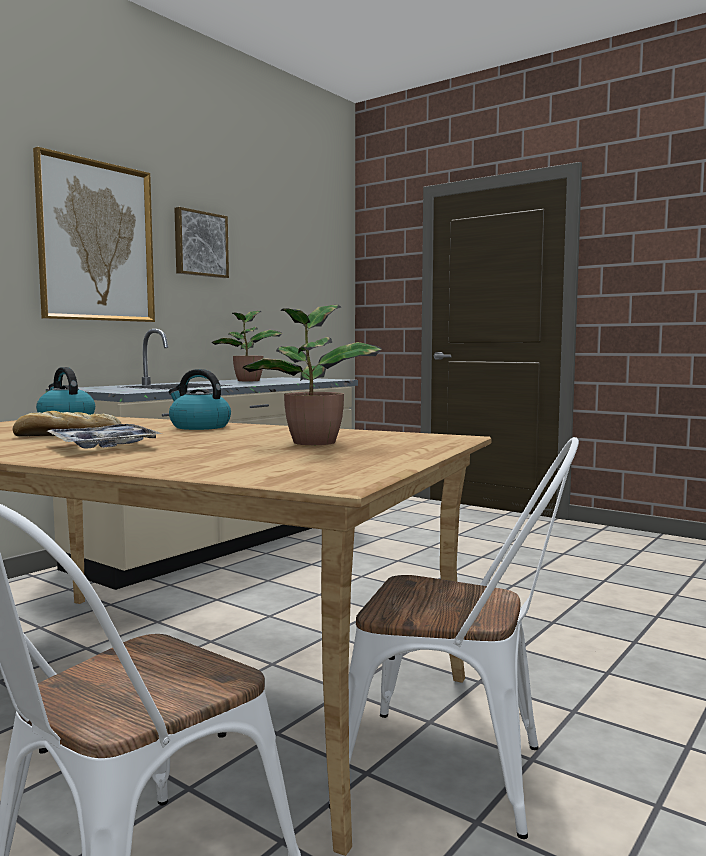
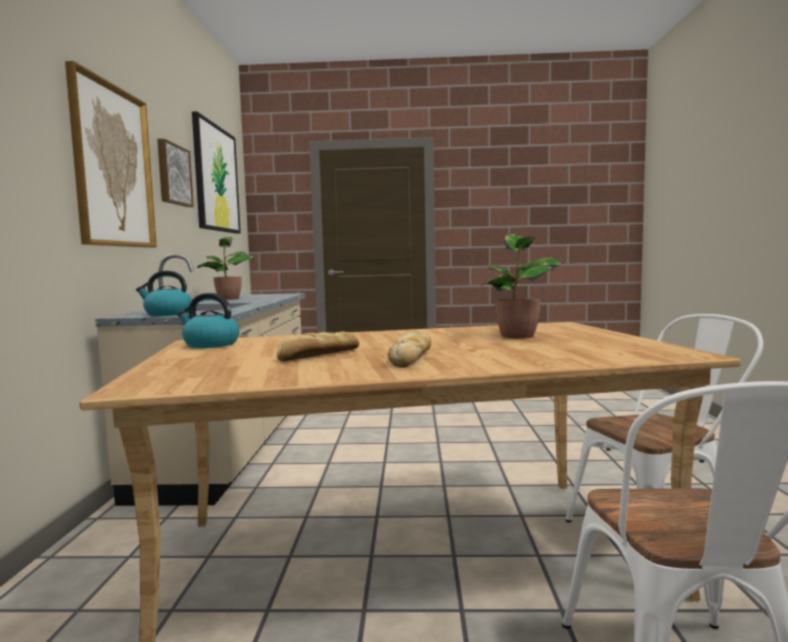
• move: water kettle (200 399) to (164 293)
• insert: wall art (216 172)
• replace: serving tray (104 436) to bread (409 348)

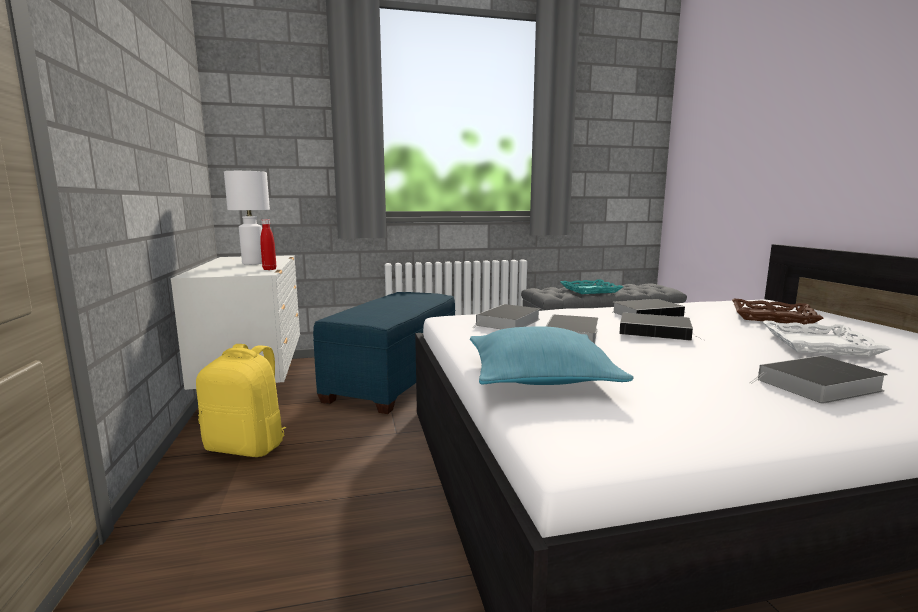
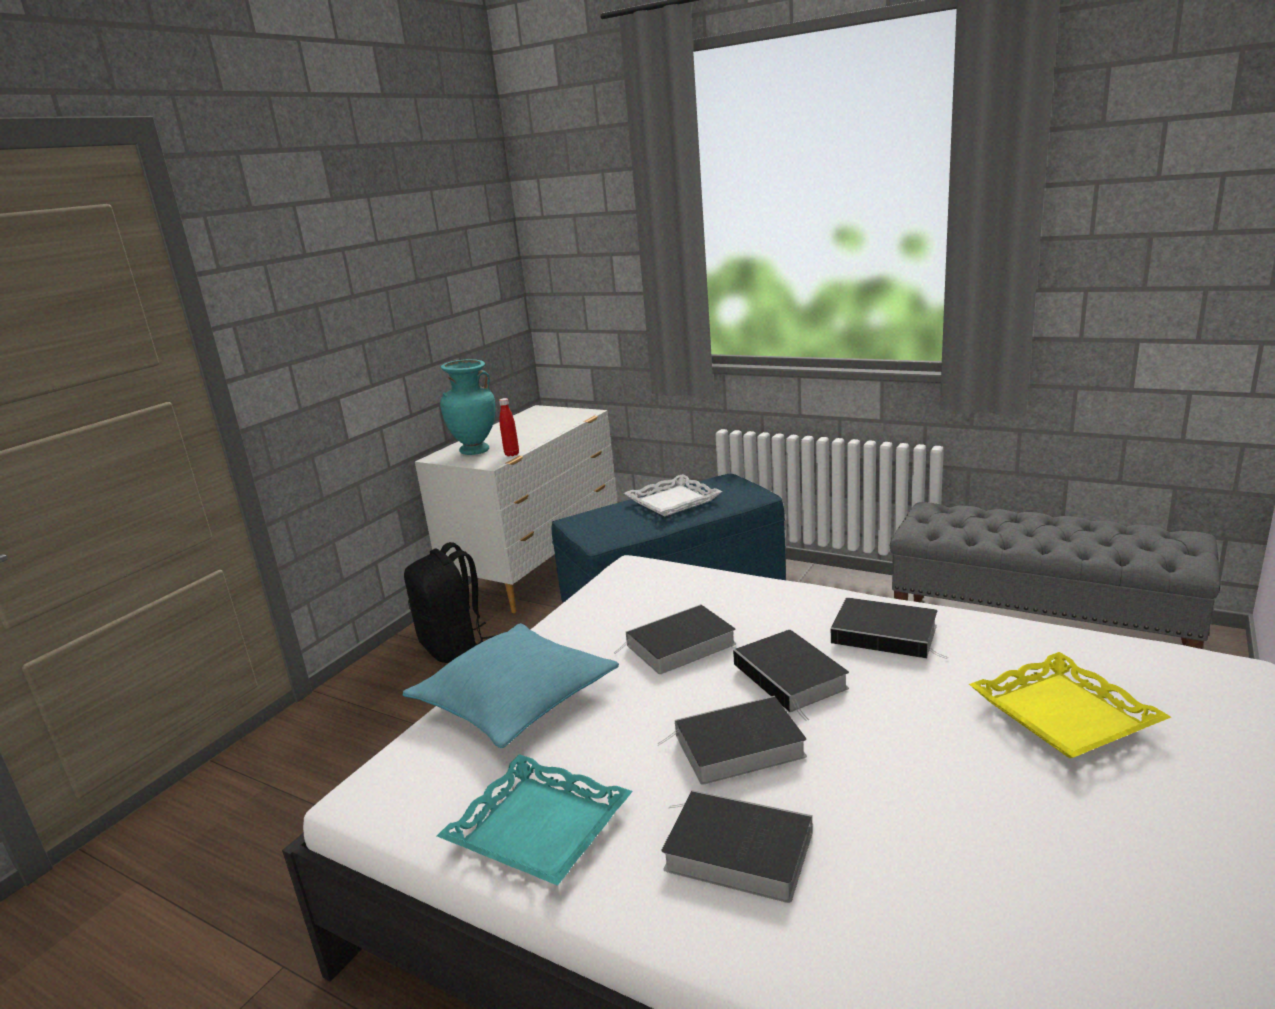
• recolor: yellow-coloured knapsack (241 400) to black-coloured knapsack (450 602)
• move: turquoise serving tray (591 286) to (535 820)
• insert: turquoise vase (467 407)
• move: white-coloured serving tray (827 339) to (673 495)
• move: bound book (507 316) to (732 740)
• recolor: brownish serving tray (778 312) to yellow-coloured serving tray (1070 705)
• delete: white-coloured lamp for a table (247 218)

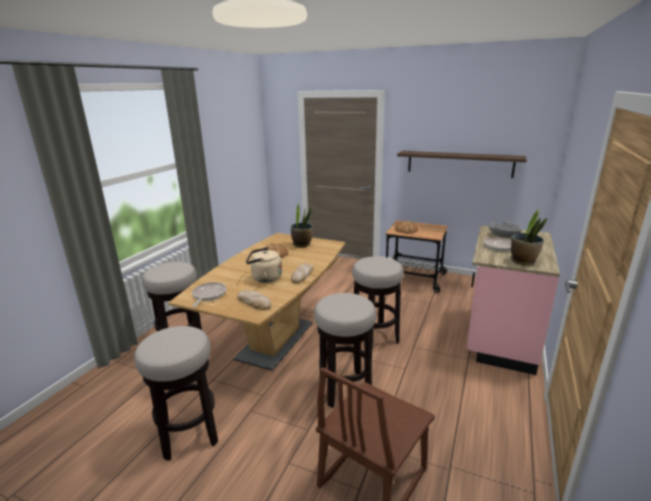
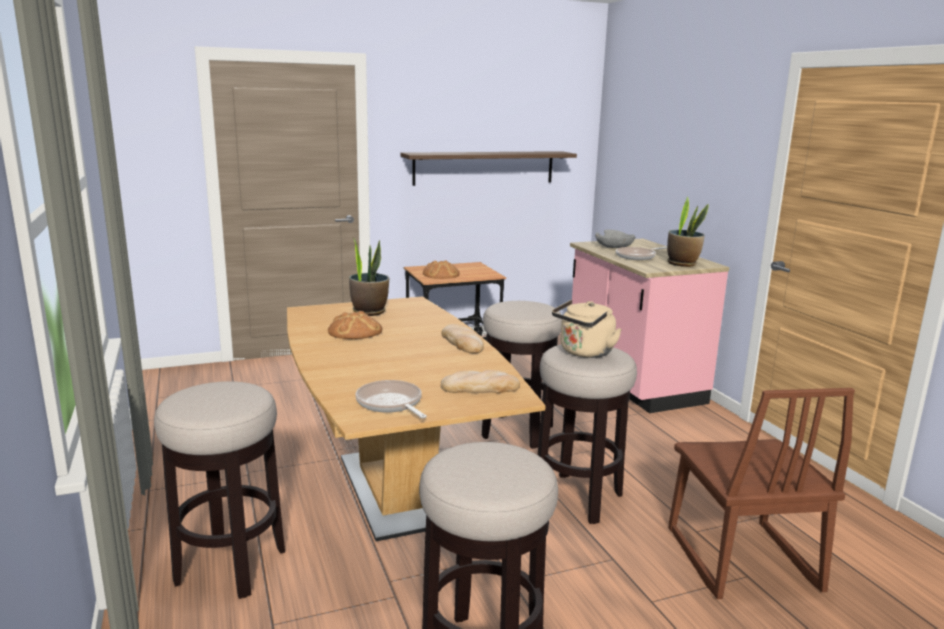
• move: beige water kettle (264 265) to (587 329)

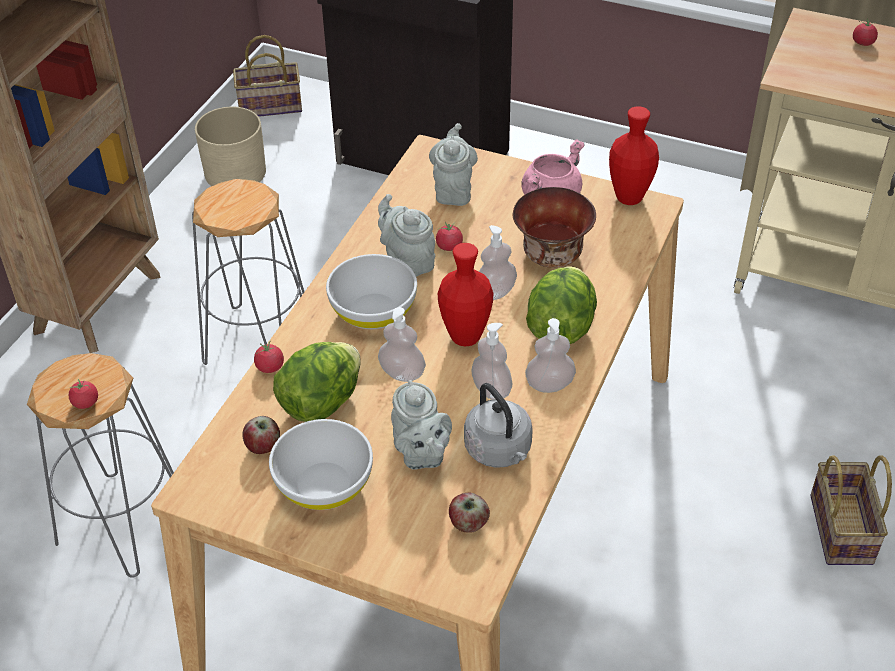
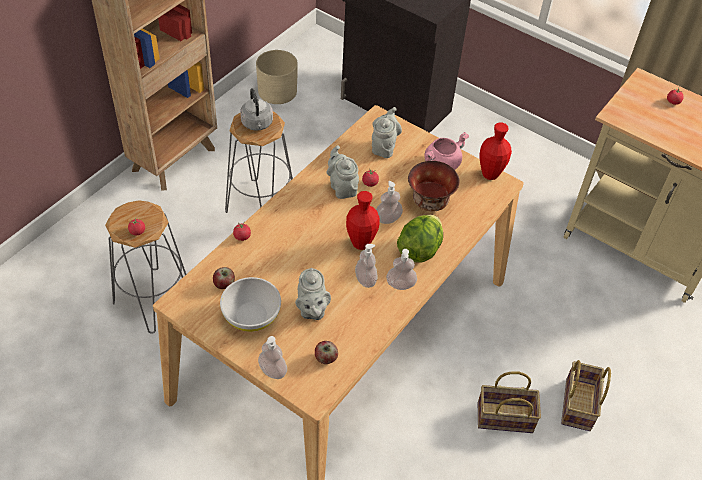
• move: grey water kettle (498 425) to (256 109)
• move: soap bottle (402 344) to (272 357)
• move: household basket (267 76) to (509 402)
• delete: lettuce head (317 382)
• delete: white-coloured serving bowl (371 291)

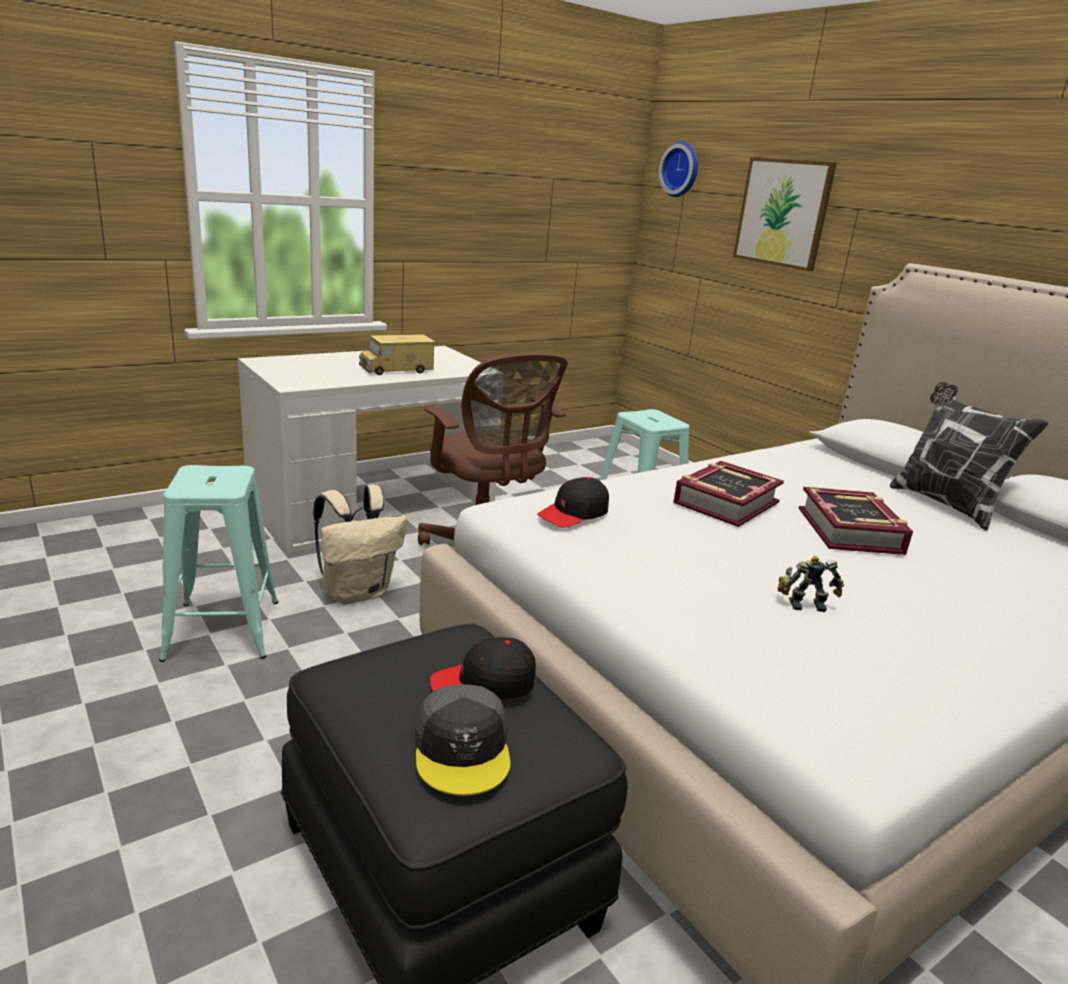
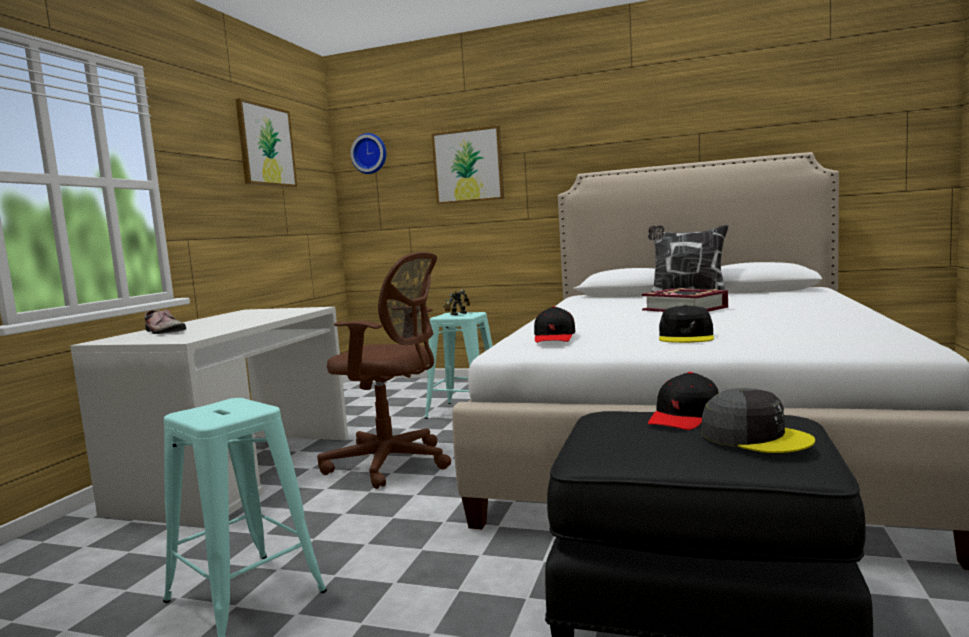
• insert: shoe (165 321)
• insert: wall art (266 142)
• move: robot figure (811 584) to (456 302)
• insert: black-coloured peaked cap (686 324)
• delete: beige knapsack (360 544)
• delete: toy truck (397 354)
• delete: bound book (728 494)

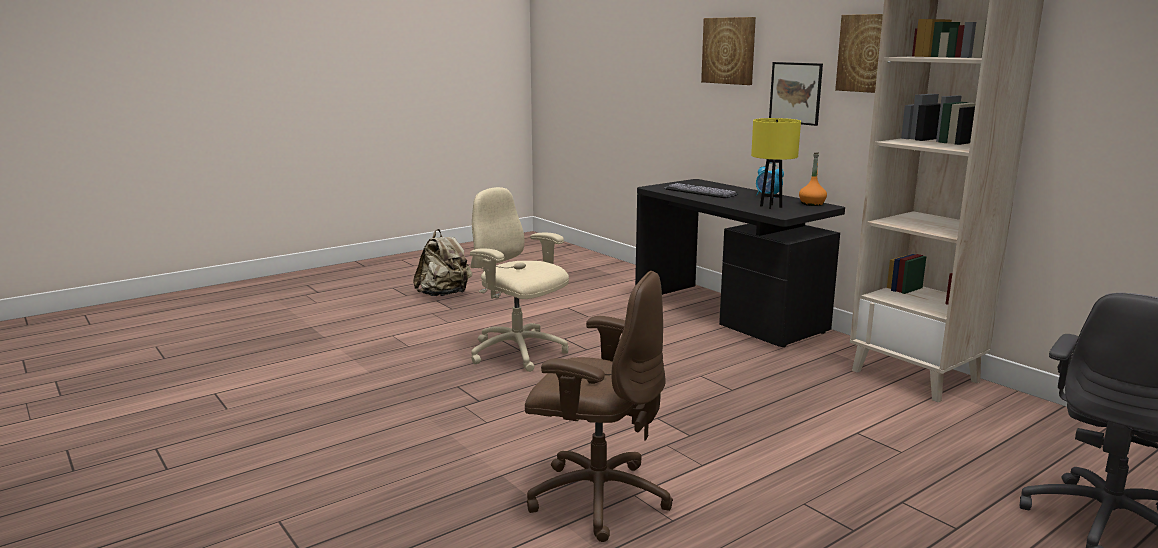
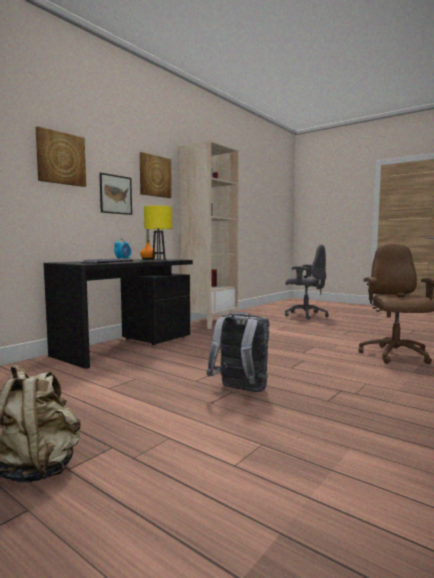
• replace: beige desk chair (519 279) to grey knapsack (237 352)

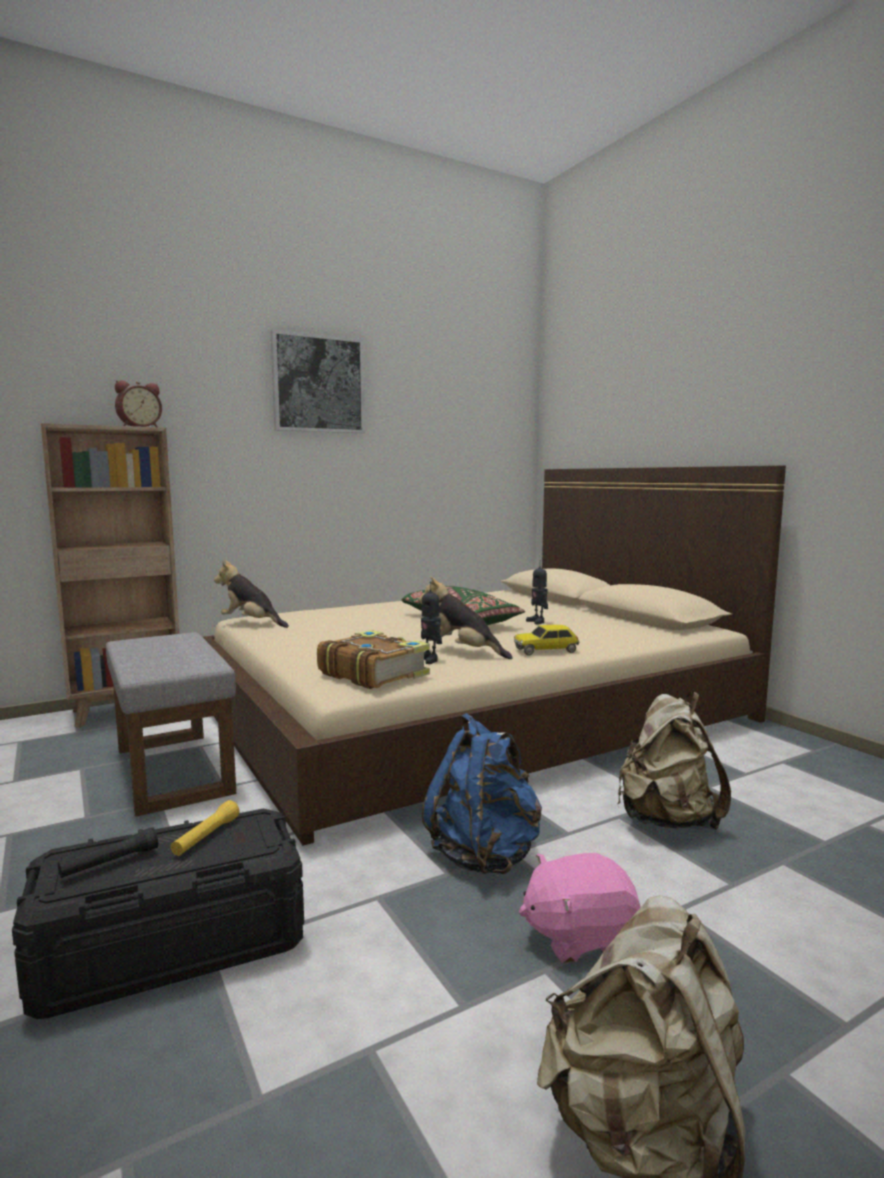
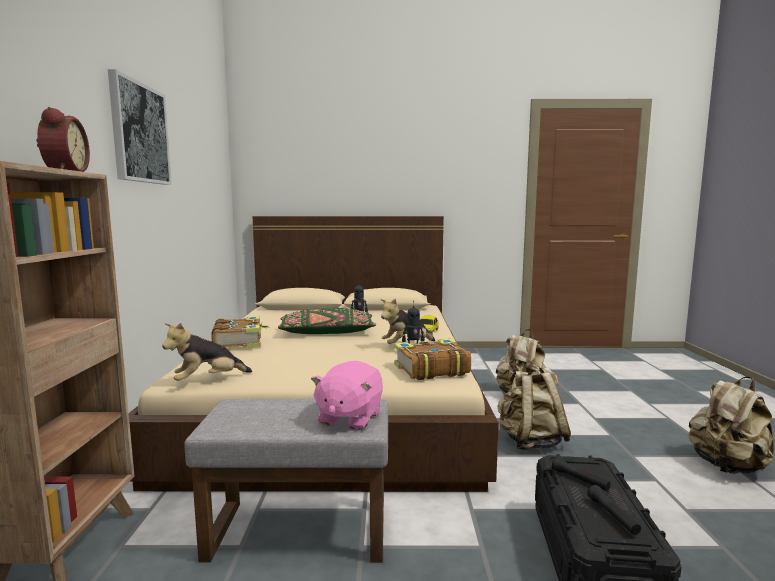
• insert: bound book (240 332)
• move: pink plush toy (579 908) to (347 395)
• recolor: blue-coloured knapsack (482 793) to beige knapsack (534 407)
• recolor: yellow-coloured torch (205 828) to black-coloured torch (581 474)

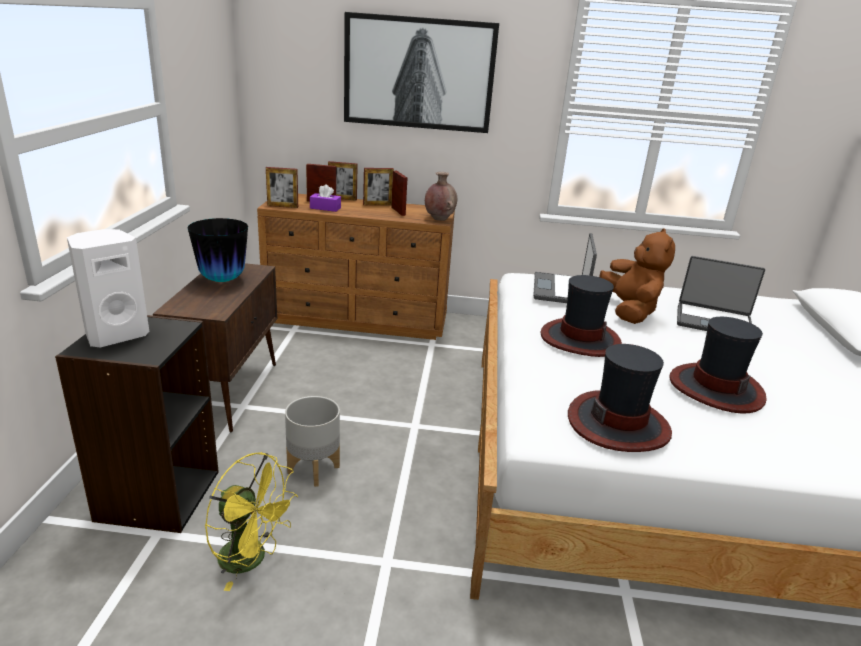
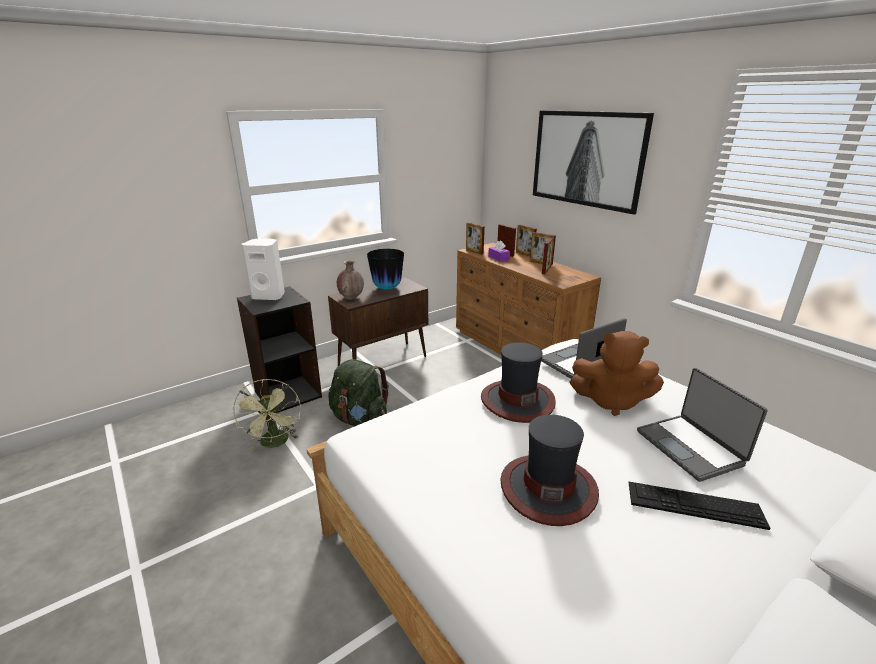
• recolor: yellow-coloured fan (251 521) to green fan (266 414)
• replace: grey planter (312 441) to green knapsack (358 392)
• move: brownish vase (441 196) to (350 280)
• rotate: brownish plush toy (637 276) = (616 373) 60 degrees clockwise
• insert: computer keyboard (699 506)
• delete: wearable hat (620 398)

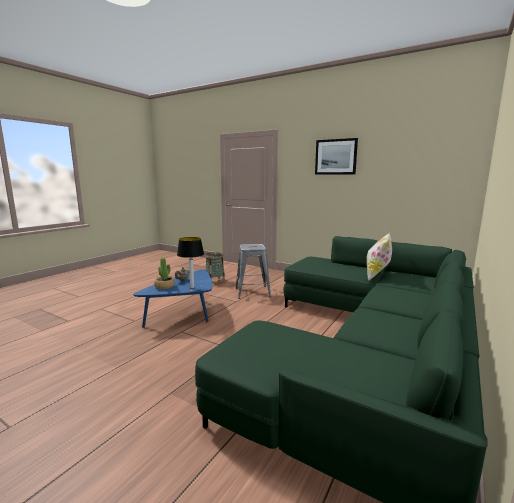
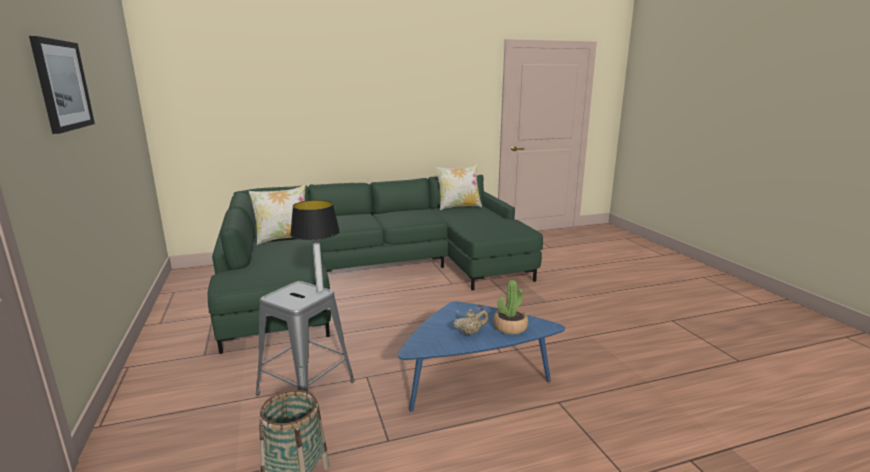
• move: lamp for a table (190 262) to (315 246)
• insert: throw pillow (459 187)

